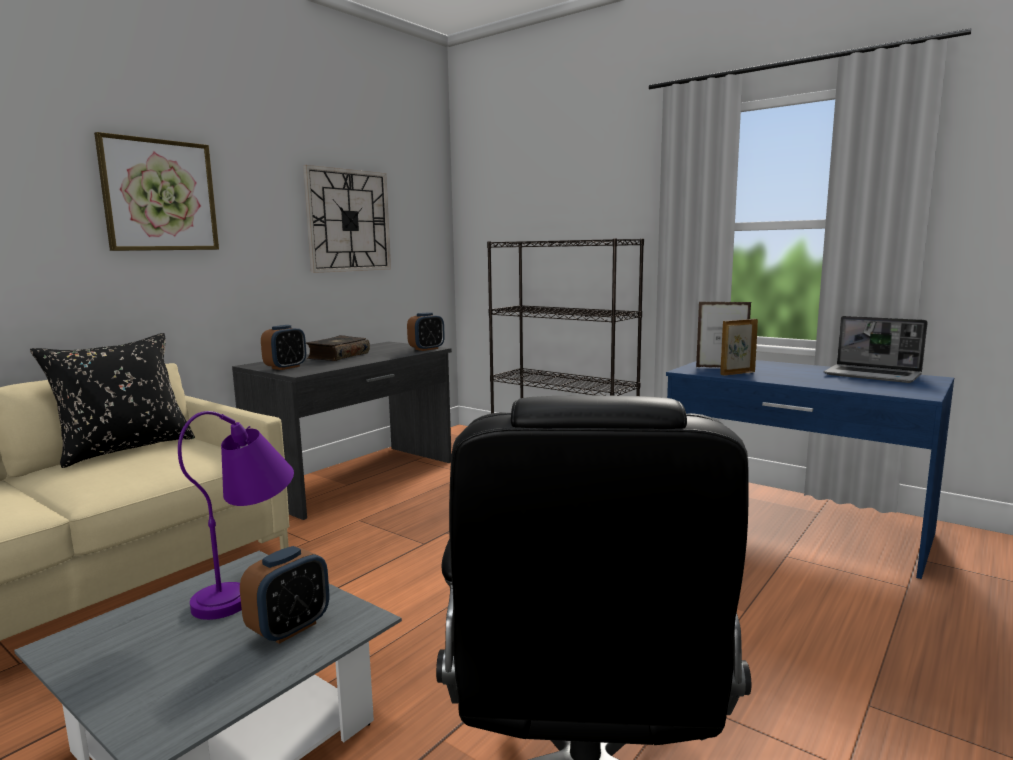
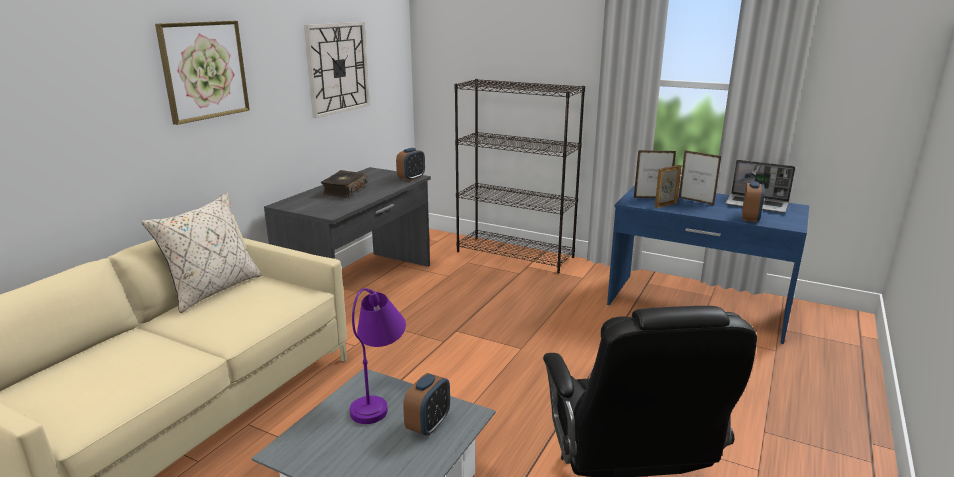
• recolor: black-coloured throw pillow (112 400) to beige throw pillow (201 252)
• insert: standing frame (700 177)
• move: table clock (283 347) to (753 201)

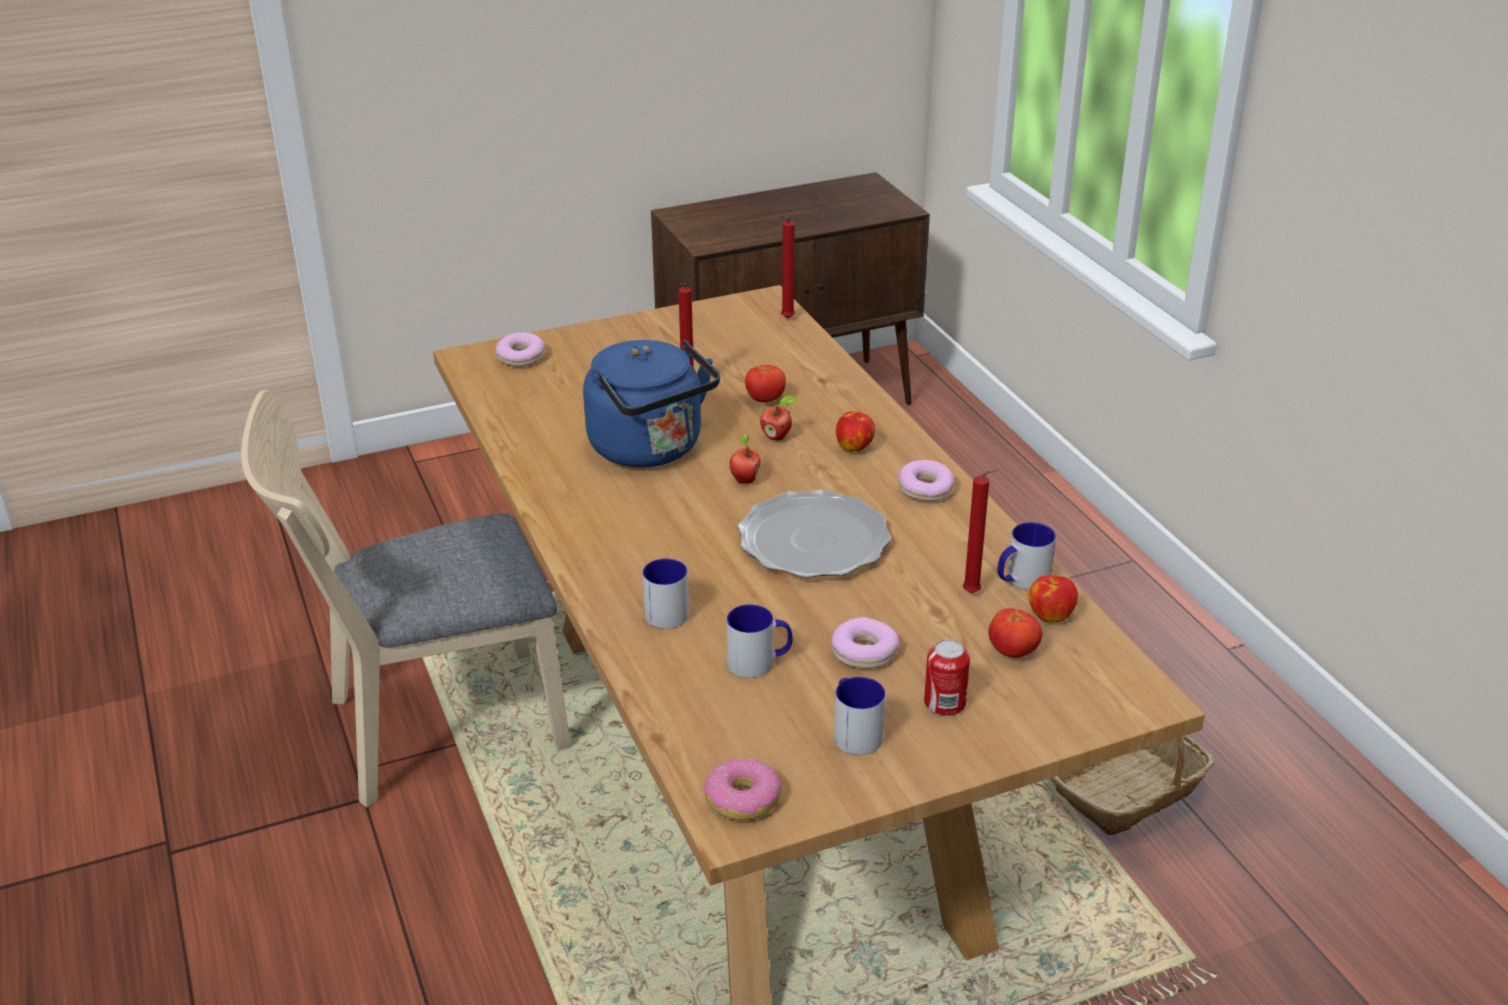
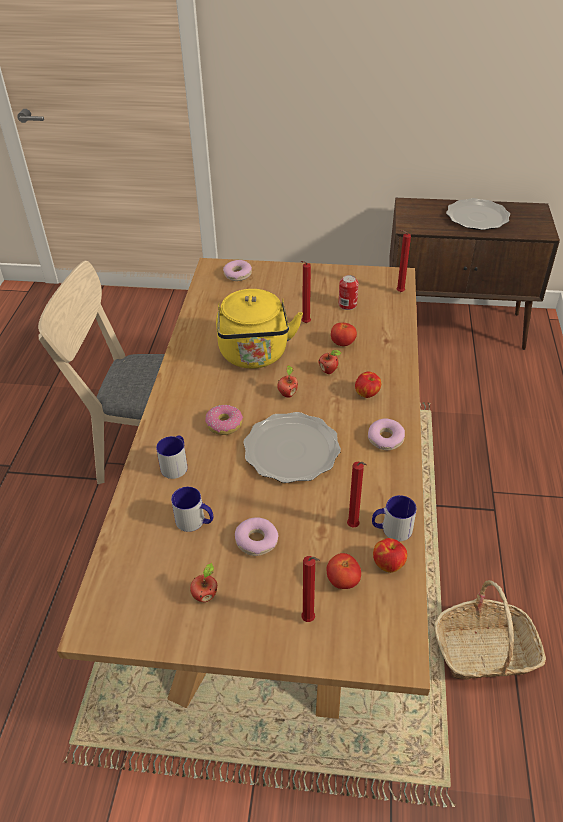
• replace: mug (860 716) to apple (203 582)
• move: doughnut (743 790) to (224 419)
• recolor: blue-coloured water kettle (651 403) to yellow-coloured water kettle (259 329)
• insert: red candle (310 589)
• move: metal can (947 677) to (348 292)
• insert: dinner plate (478 214)

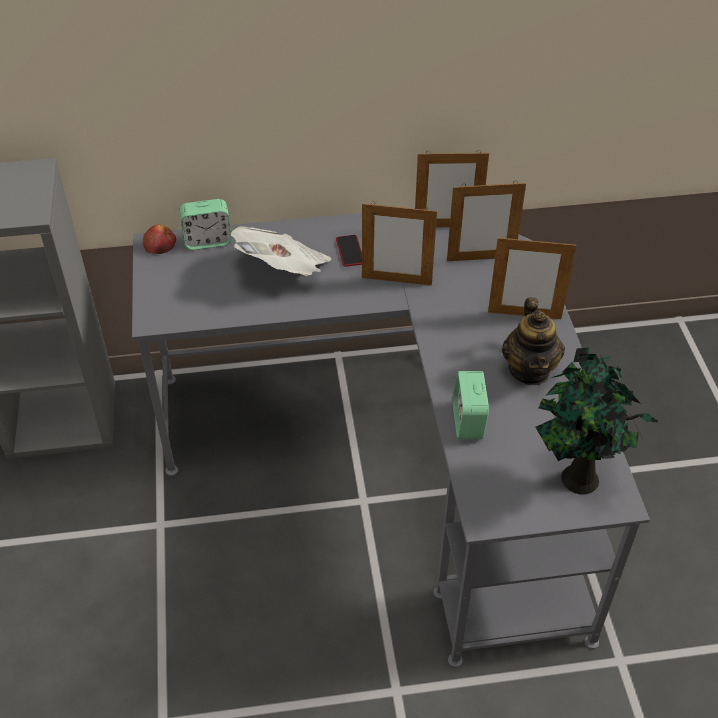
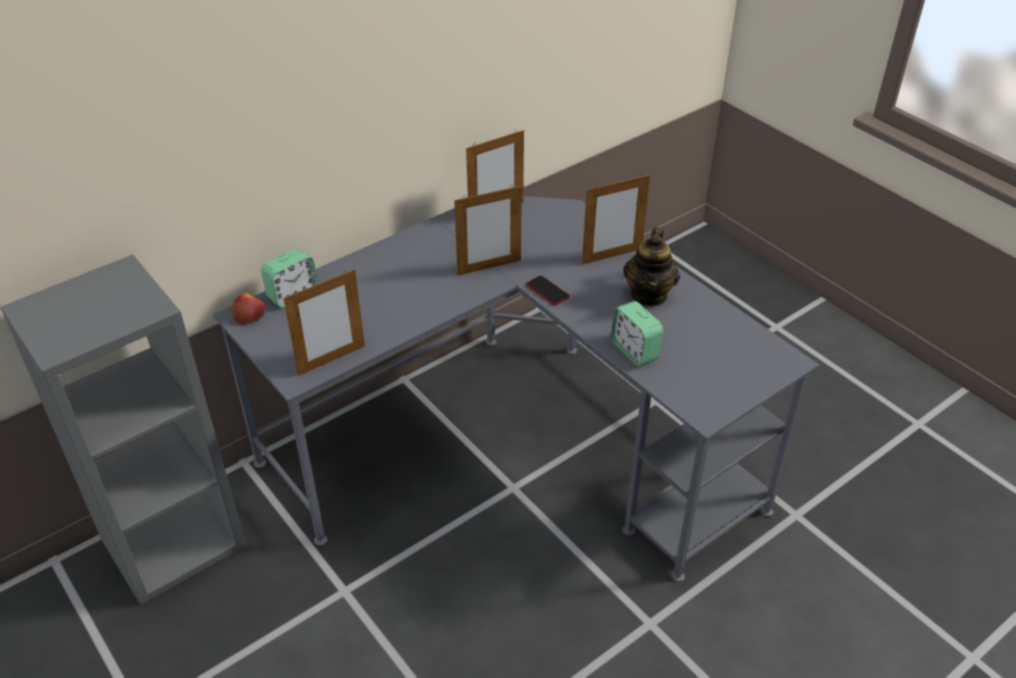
• move: standing frame (486 222) to (324 322)
• move: telephone (349 251) to (548 290)
• rotate: teapot (533 341) = (651 267) 45 degrees clockwise
• delete: daily paper (281 251)
• delete: plant in a pot (597 420)

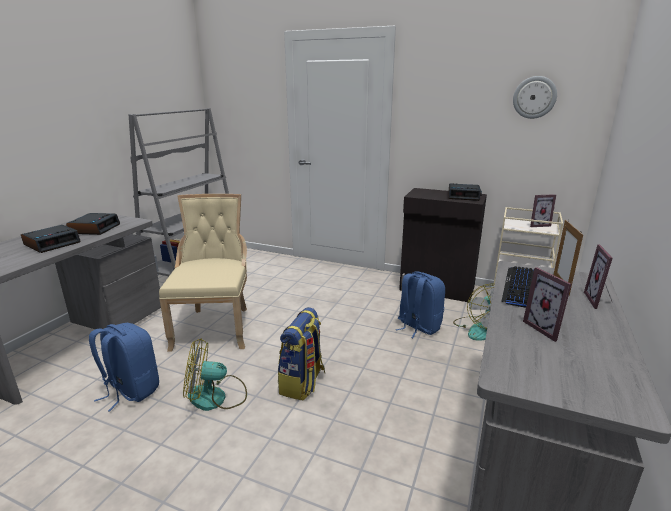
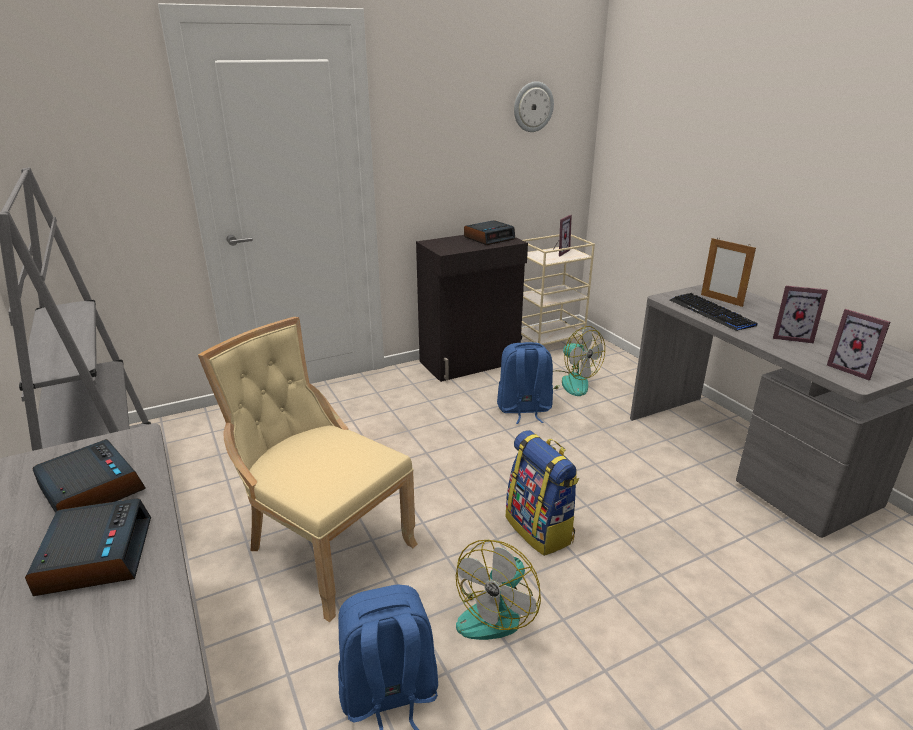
• move: standing frame (598 277) to (858 345)

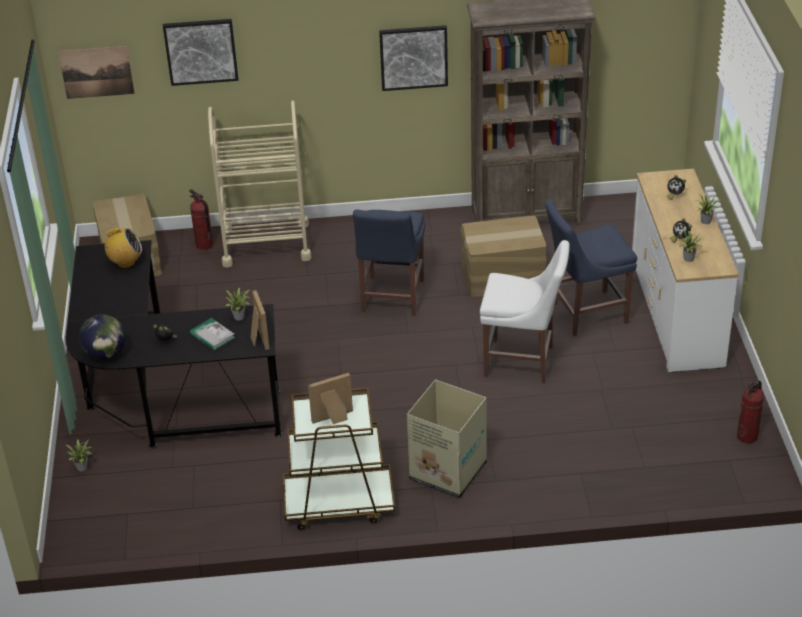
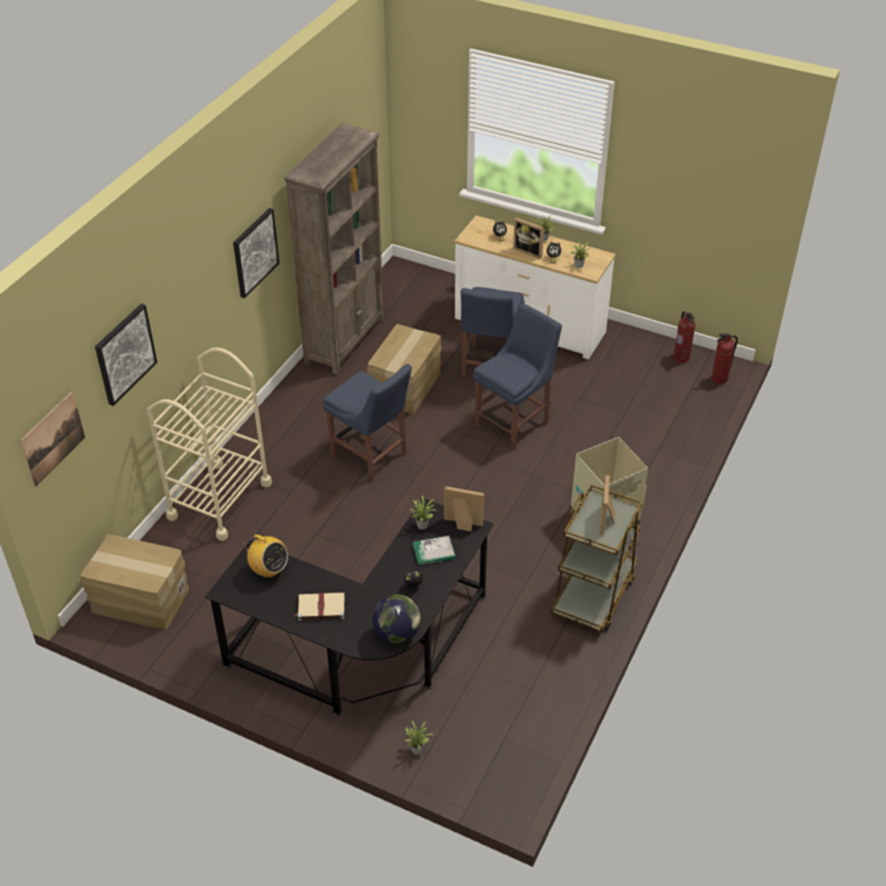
• rotate: radio (122 248) = (265 556) 105 degrees clockwise
• insert: beige bound book (319 607)
• recolor: white-coloured chair (525 311) to blue-coloured chair (517 376)
• insert: standing frame (528 238)
• move: fire extinguisher (201 219) to (724 358)

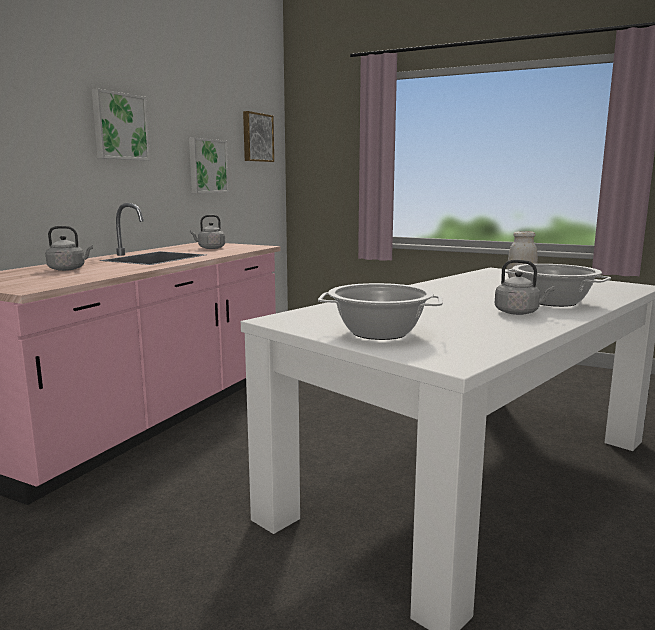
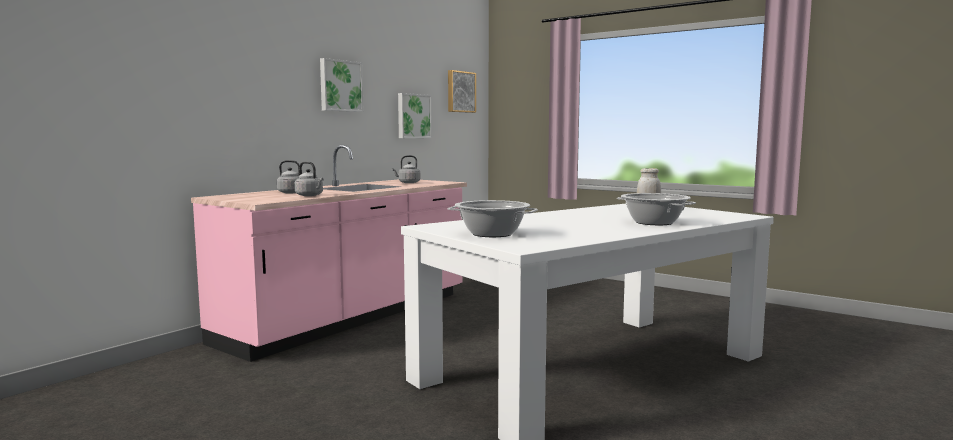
• move: grey water kettle (525 287) to (309 178)

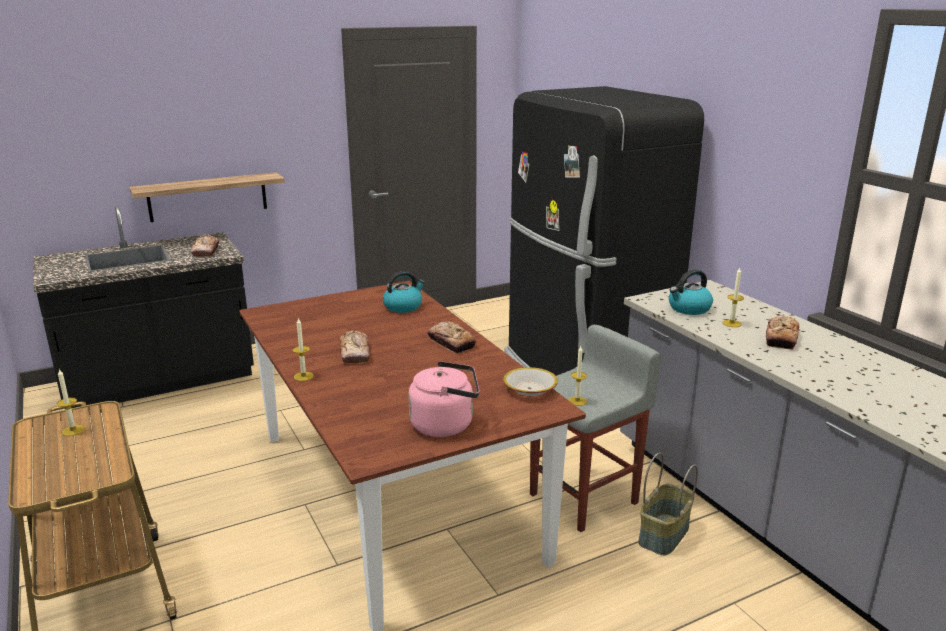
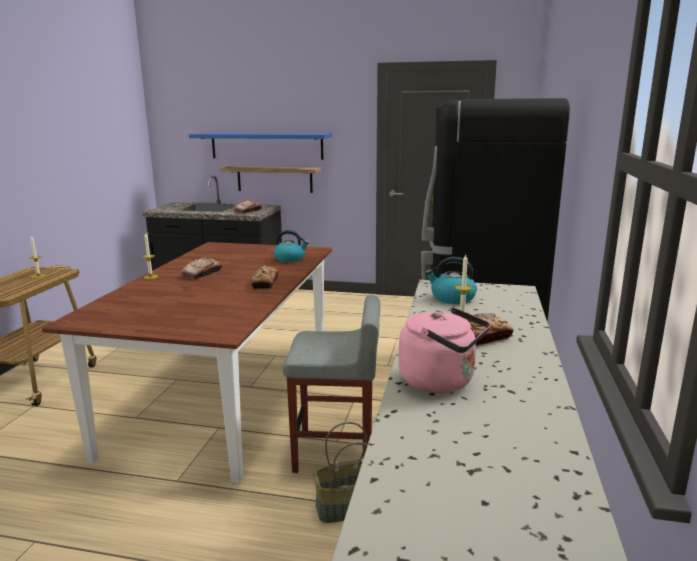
• insert: blue-coloured bracket shelf (260 146)
• move: pink water kettle (444 399) to (444 350)
• delete: serving bowl (530 382)
• delete: candle (577 376)

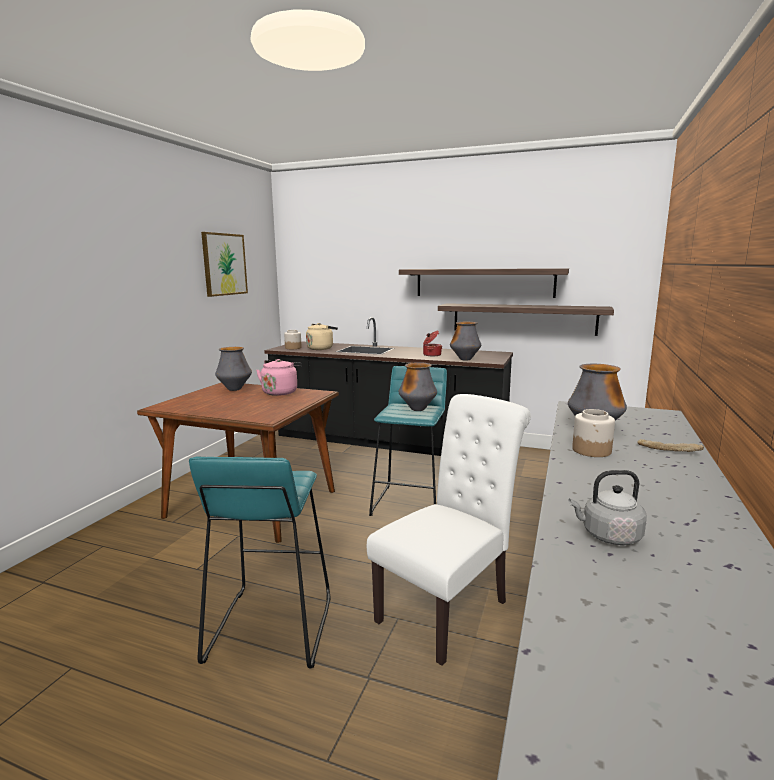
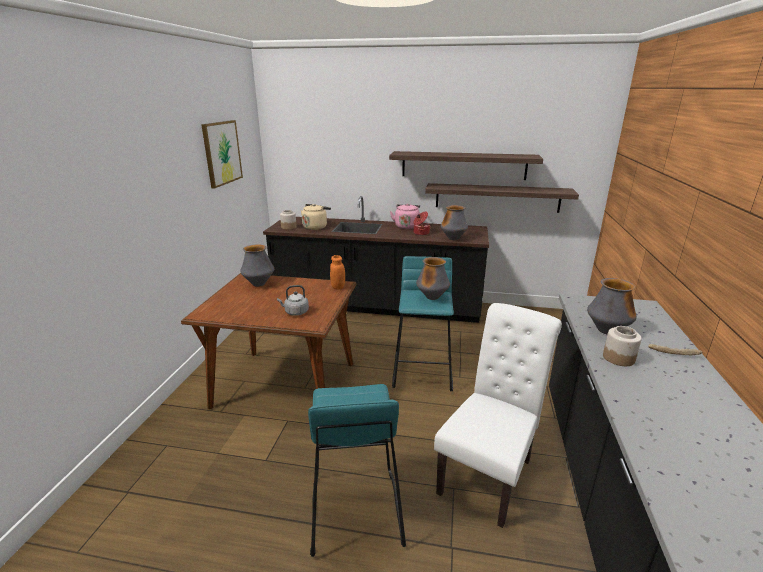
• move: grey water kettle (607 507) to (293 300)
• insert: orange preserve jar (337 272)
• move: pink water kettle (279 377) to (405 216)

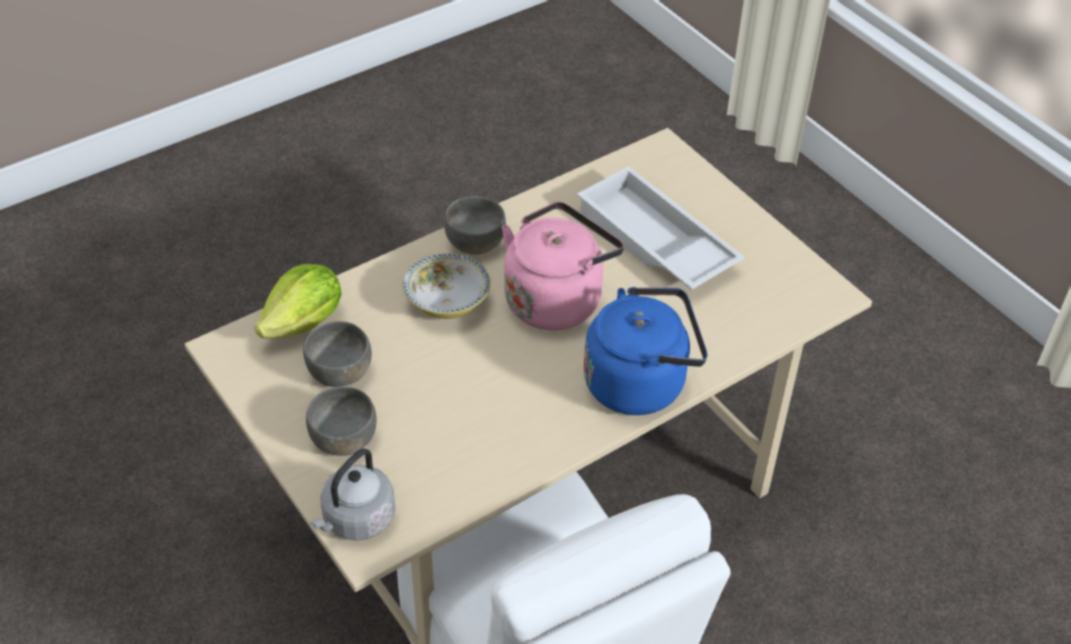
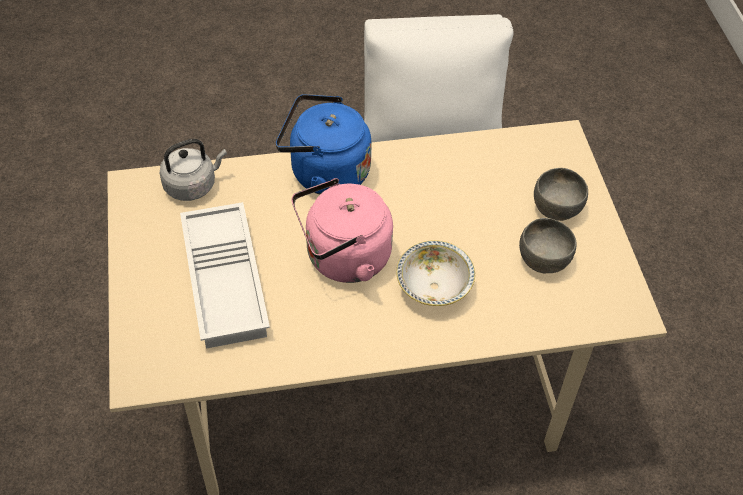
• move: grey water kettle (353 494) to (193 170)
• delete: lettuce head (298 301)
• delete: grey serving bowl (475 225)

